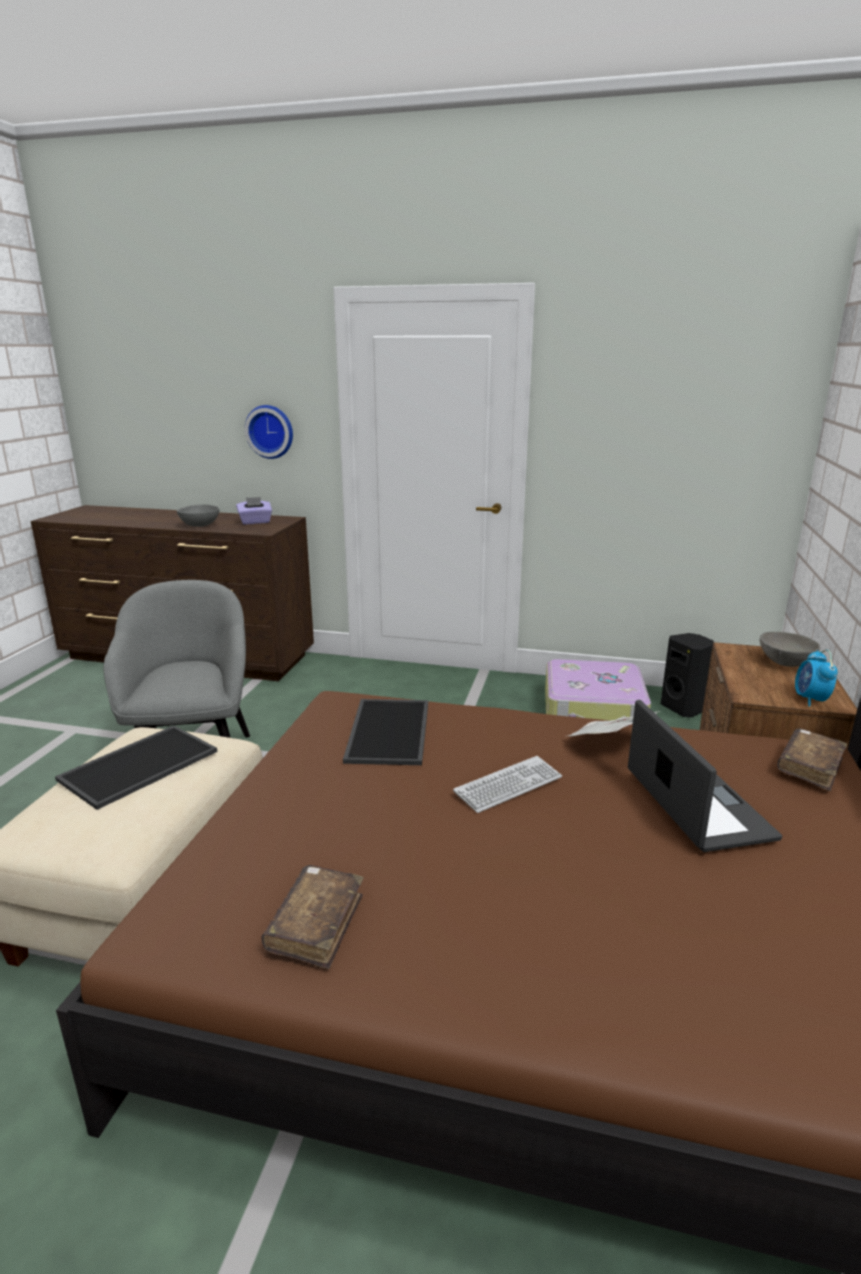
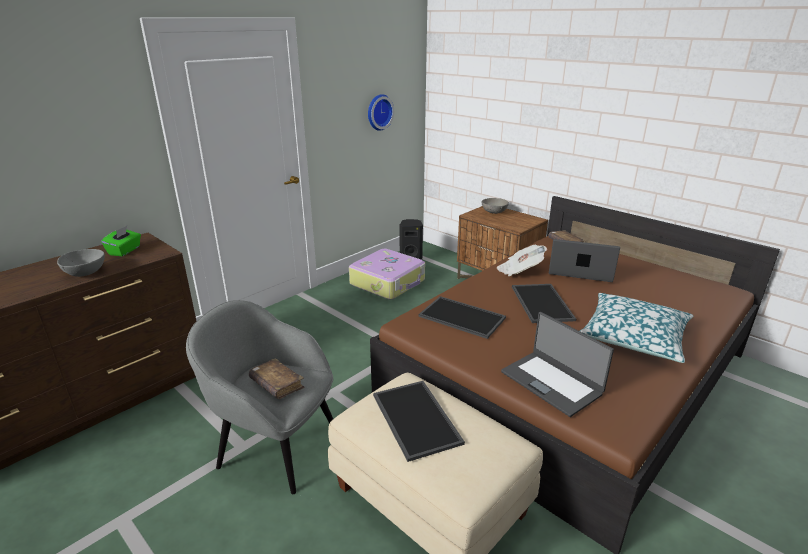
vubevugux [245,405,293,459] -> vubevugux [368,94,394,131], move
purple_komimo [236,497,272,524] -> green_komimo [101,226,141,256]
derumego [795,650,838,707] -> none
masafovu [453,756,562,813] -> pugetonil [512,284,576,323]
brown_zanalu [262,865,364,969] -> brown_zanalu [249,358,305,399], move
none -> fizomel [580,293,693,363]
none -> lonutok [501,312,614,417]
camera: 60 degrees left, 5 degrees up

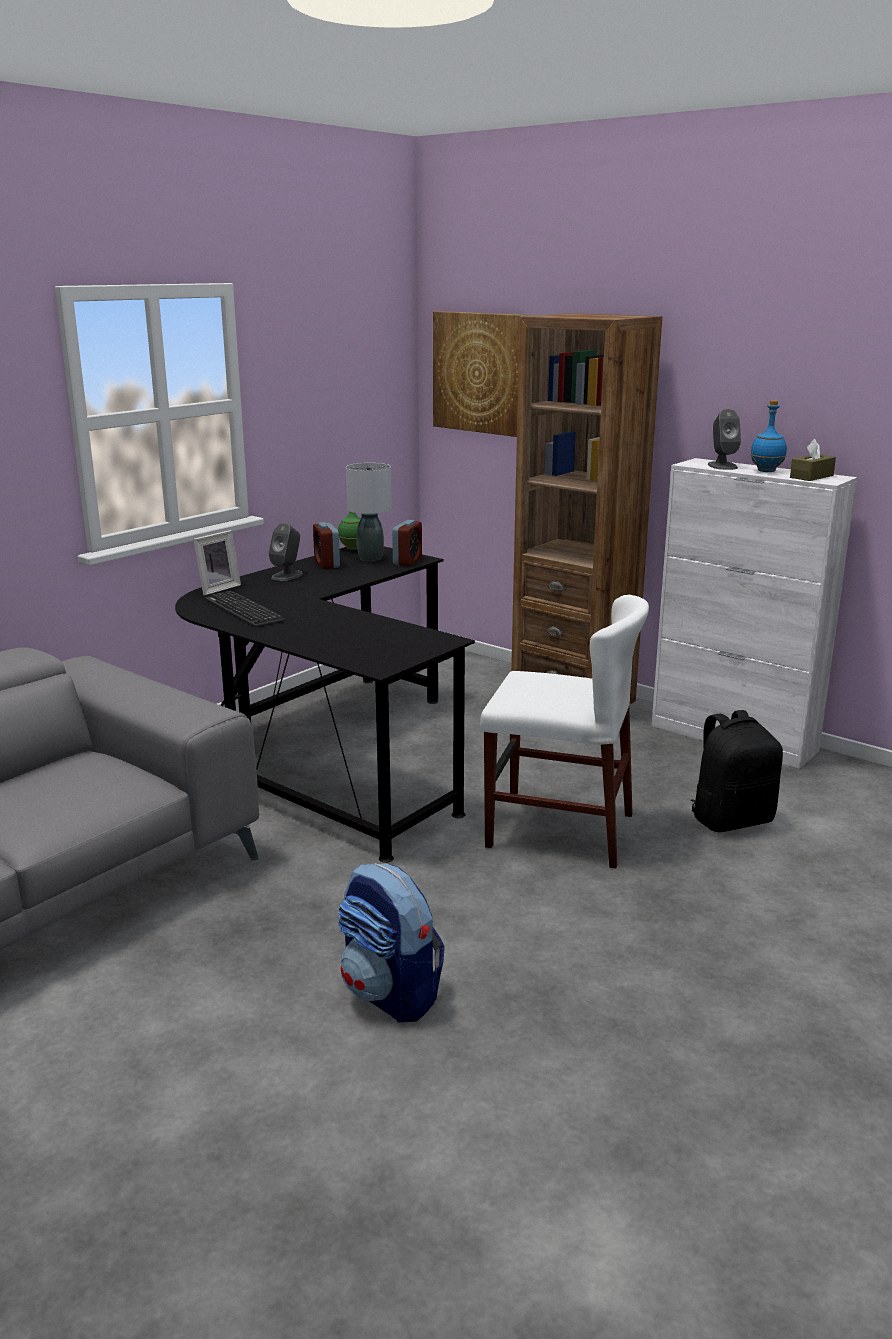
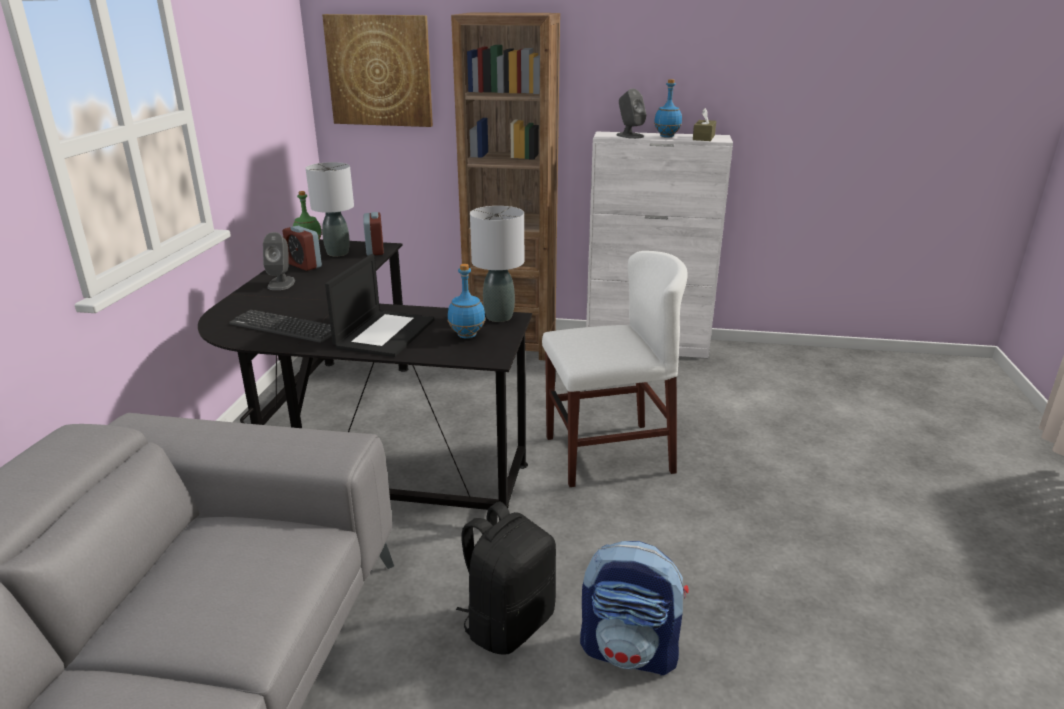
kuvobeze [193,530,241,595] -> none
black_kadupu [690,710,783,832] -> black_kadupu [456,501,556,655], move
none -> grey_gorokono [470,206,524,322]
none -> lonutok [325,254,435,357]
none -> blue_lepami [448,264,485,339]
camera: 30 degrees left, 5 degrees up

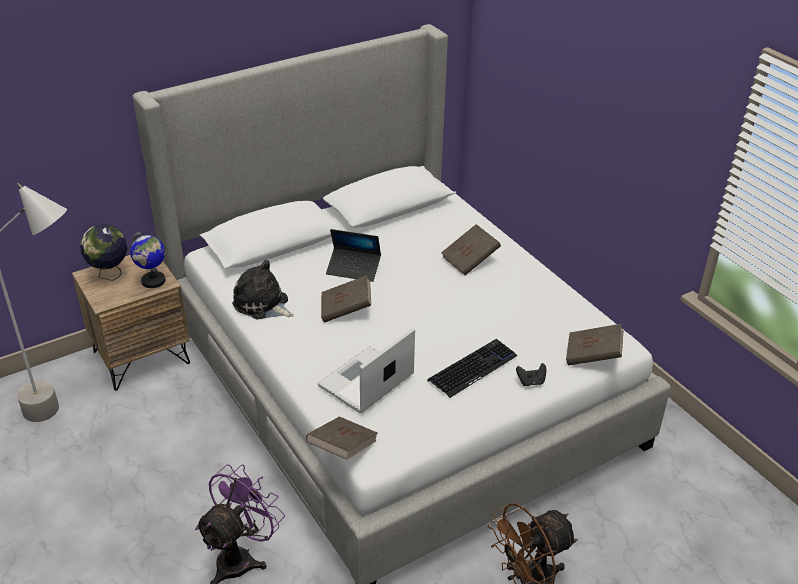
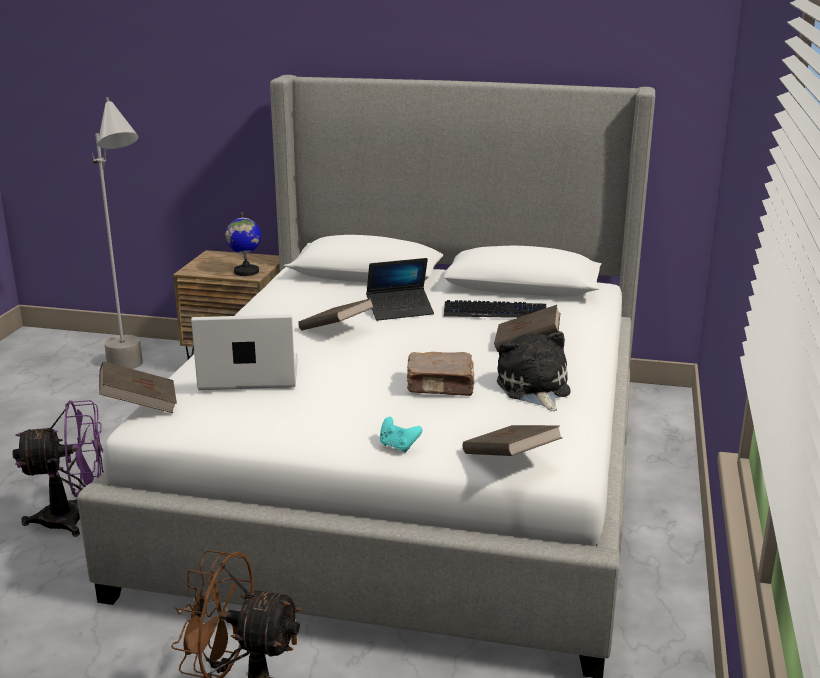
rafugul [80,224,127,281] -> none
lonutok [326,229,381,282] -> lonutok [366,258,434,321], 75 degrees counterclockwise
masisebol [232,260,294,320] -> masisebol [497,331,571,411], move
masafovu [427,339,517,398] -> masafovu [444,300,547,318], move
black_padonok [516,363,546,386] -> turquoise_padonok [380,417,422,452]
none -> brown_zanalu [407,352,475,396]
camera: 45 degrees right, 15 degrees down

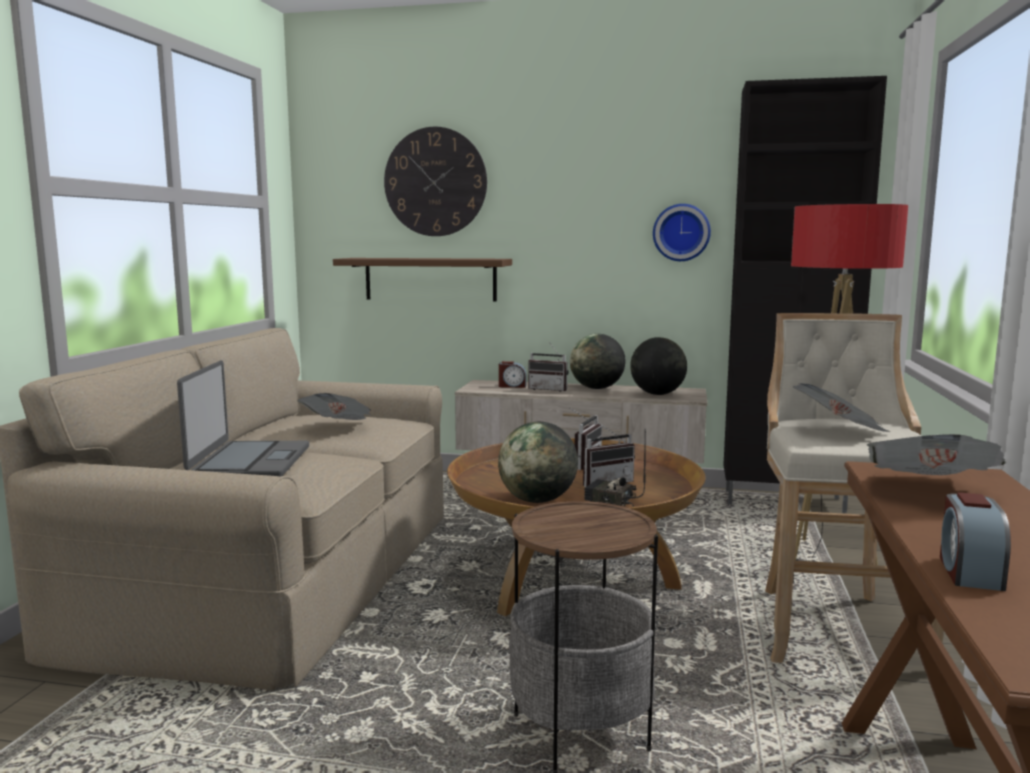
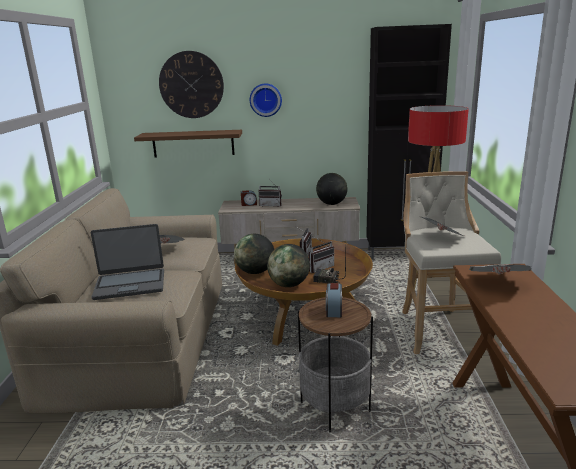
vubevugux [653,204,711,261] -> vubevugux [250,83,282,117], move
rafugul [570,334,625,389] -> rafugul [234,234,274,274], move
lonutok [177,360,309,477] -> lonutok [91,224,164,300], 90 degrees clockwise
derumego [940,492,1011,591] -> derumego [326,283,342,317], move
camera: 10 degrees left, 10 degrees up

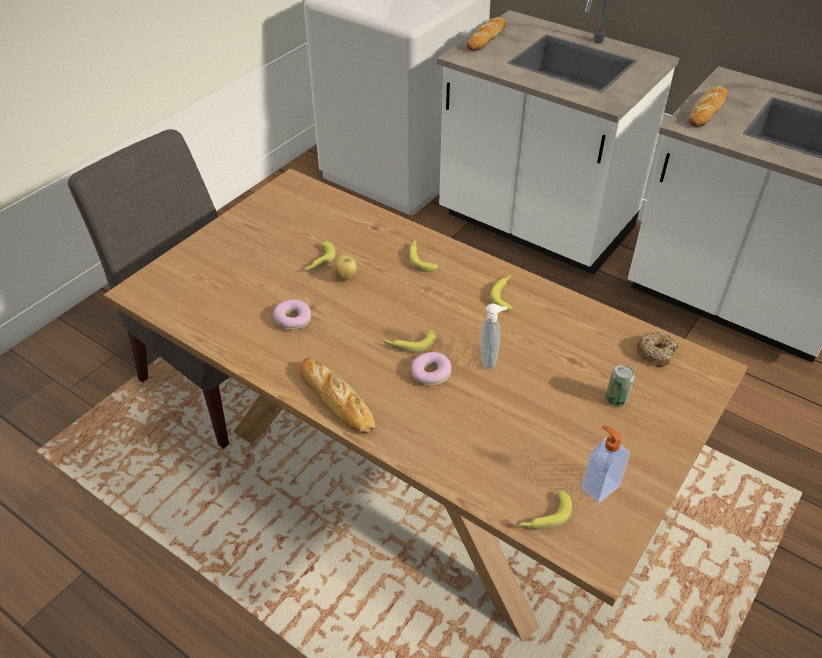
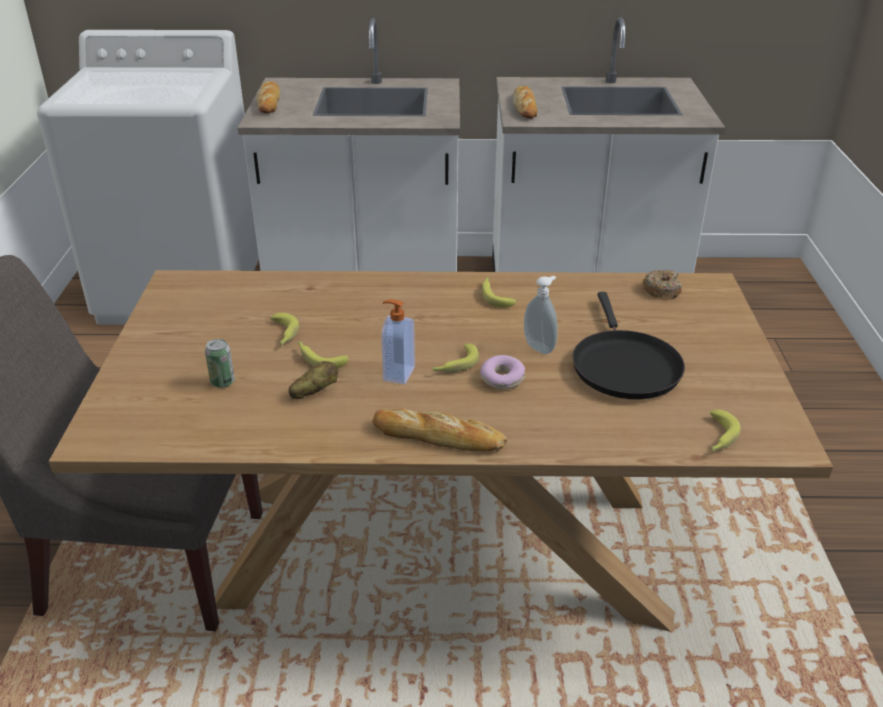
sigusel [409,240,438,272] -> sigusel [298,341,348,368], move
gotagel [333,255,357,280] -> none
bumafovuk [273,299,311,330] -> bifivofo [289,361,338,399]
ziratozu [606,365,635,406] -> ziratozu [205,339,235,388], move
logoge [581,426,630,503] -> logoge [381,300,415,385], move
none -> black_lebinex [572,292,685,399]
camera: 35 degrees left, 10 degrees down

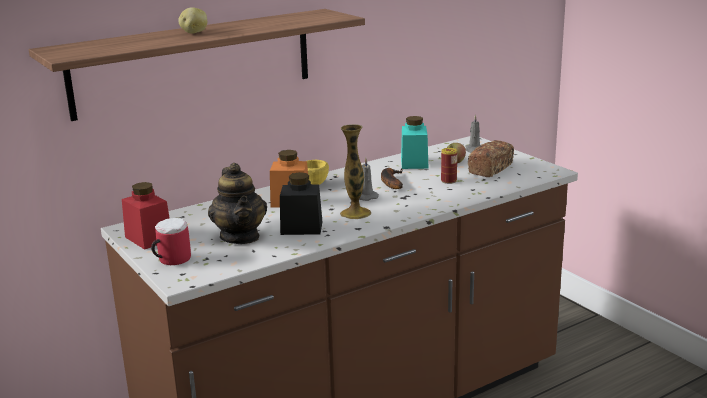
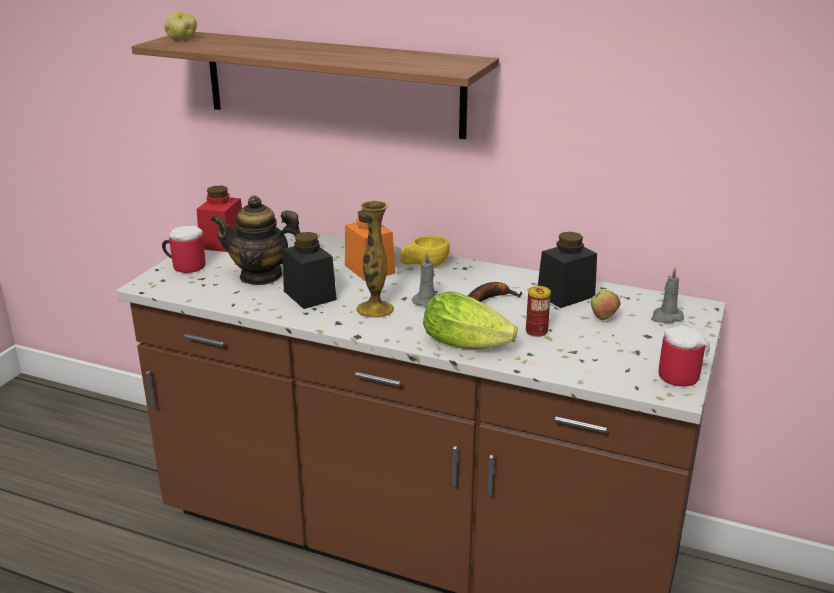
bifivofo [178,7,207,34] -> bifivofo [164,12,197,39], move
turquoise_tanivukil [401,116,429,169] -> black_tanivukil [538,232,597,308]
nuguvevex [468,140,514,177] -> none
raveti [208,163,267,244] -> raveti [211,195,301,285], 60 degrees clockwise
none -> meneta [423,291,518,349]
none -> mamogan [659,325,710,386]
camera: 55 degrees right, 5 degrees up

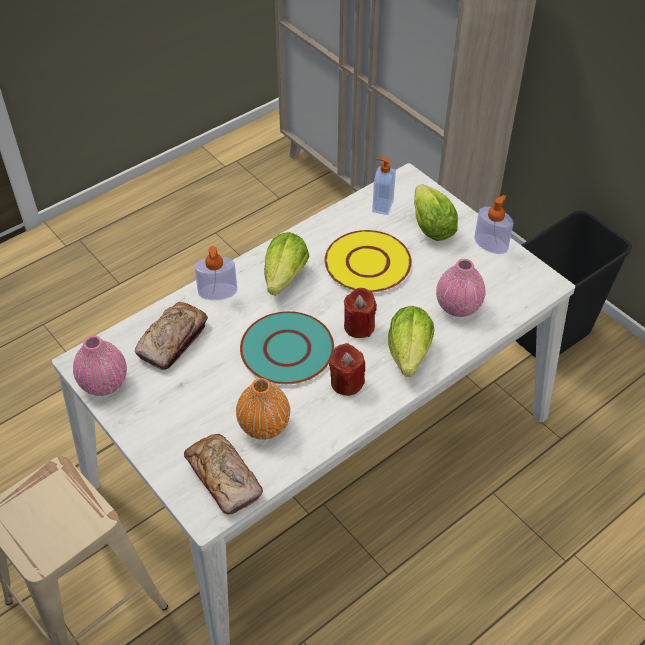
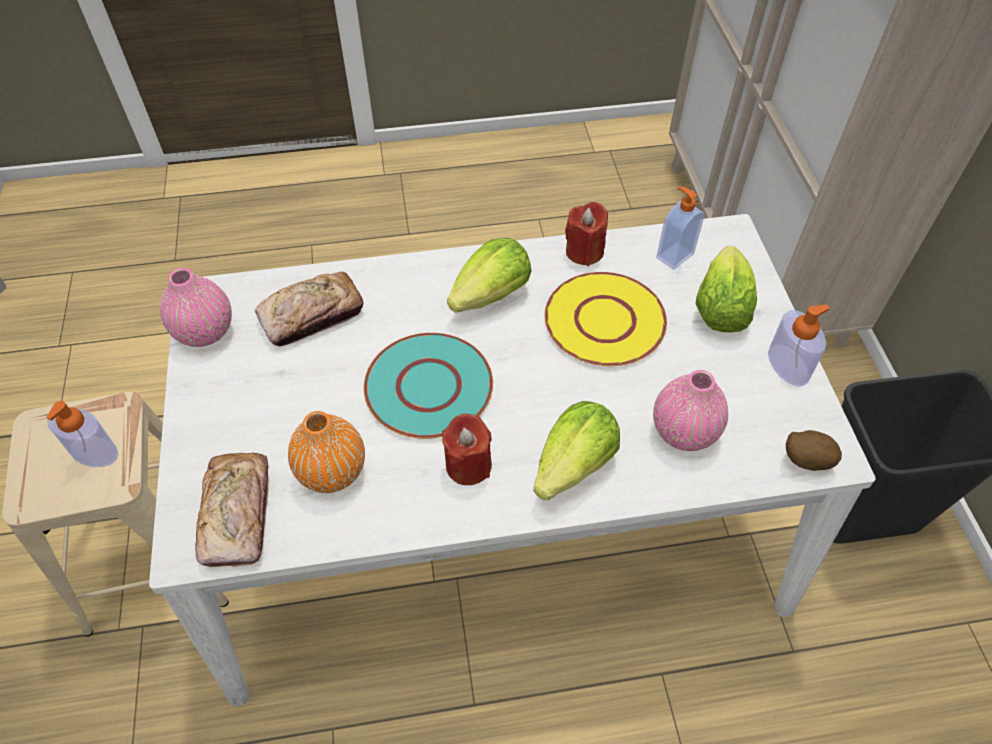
logoge [194,246,237,300] -> logoge [47,401,118,467], move
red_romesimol [344,288,377,338] -> red_romesimol [565,202,608,266], move
none -> bifivofo [786,430,842,471]
camera: 30 degrees right, 5 degrees up

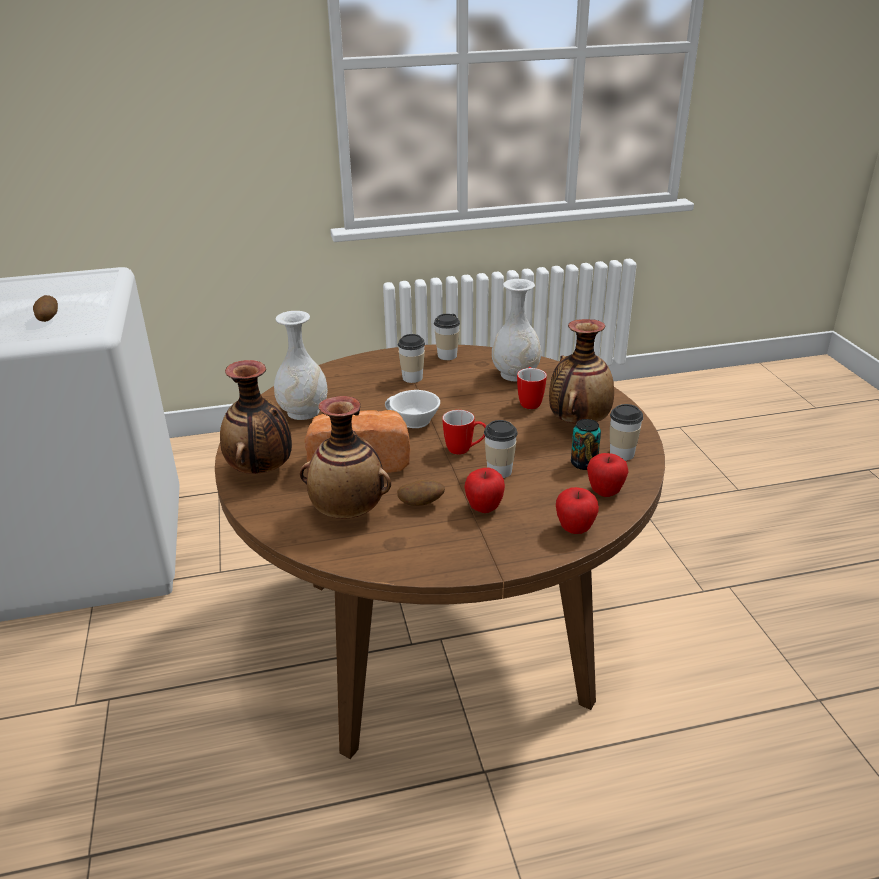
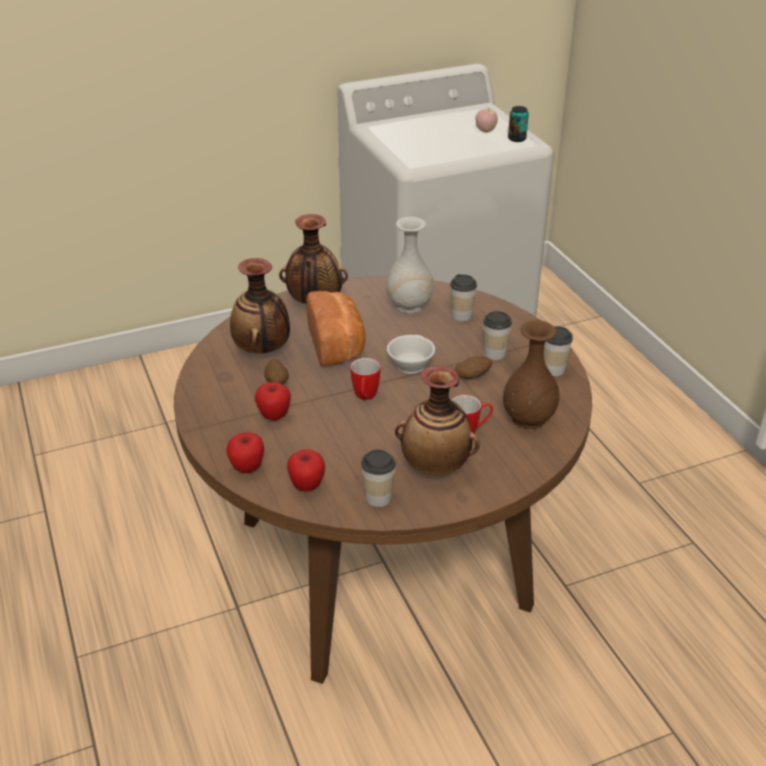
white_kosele [492,279,541,382] -> brown_kosele [503,320,559,429]
bifivofo [33,295,58,322] -> bifivofo [455,356,492,379], move
ziratozu [571,419,601,470] -> ziratozu [508,106,529,142], move
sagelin [484,420,518,478] -> sagelin [450,274,477,322], move
none -> gotagel [476,108,498,133]
camera: 80 degrees right, 5 degrees up

